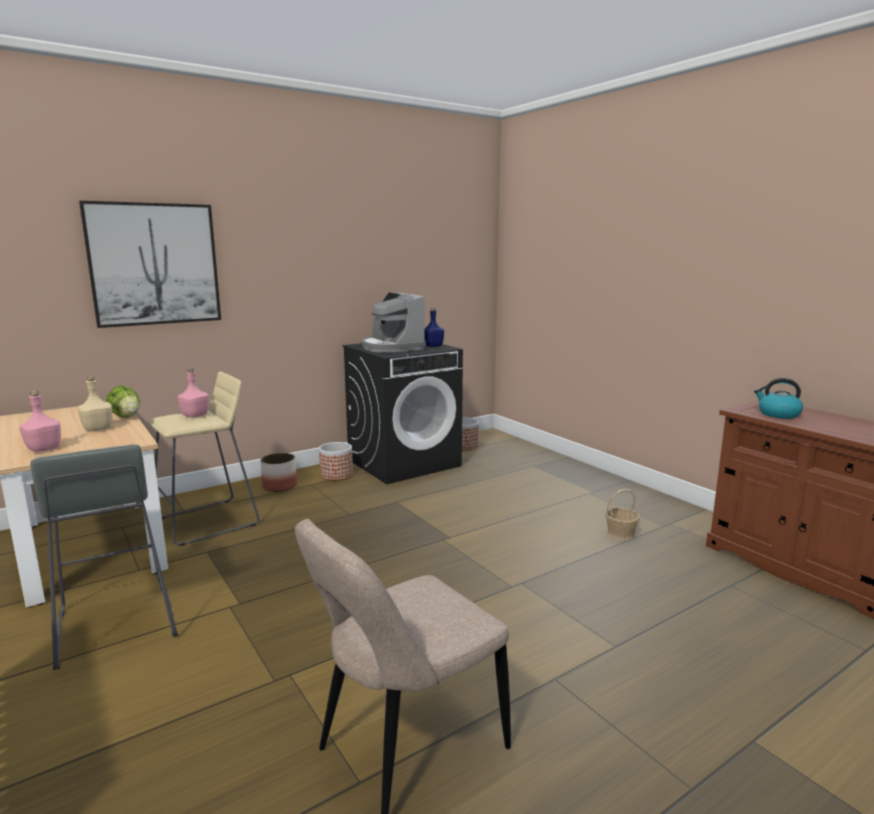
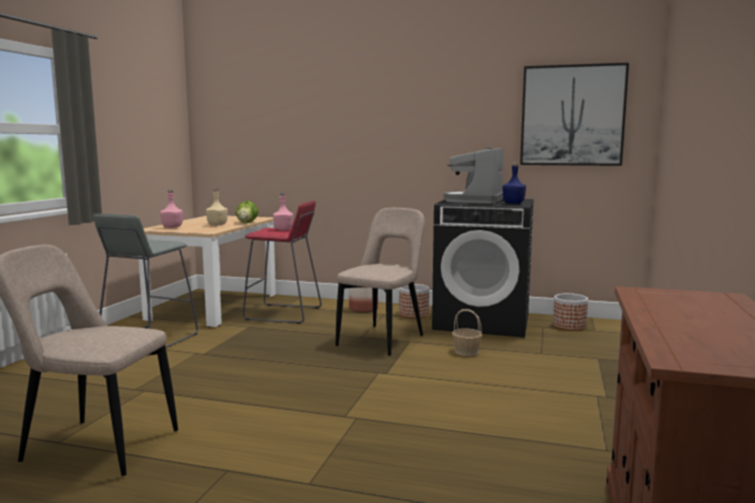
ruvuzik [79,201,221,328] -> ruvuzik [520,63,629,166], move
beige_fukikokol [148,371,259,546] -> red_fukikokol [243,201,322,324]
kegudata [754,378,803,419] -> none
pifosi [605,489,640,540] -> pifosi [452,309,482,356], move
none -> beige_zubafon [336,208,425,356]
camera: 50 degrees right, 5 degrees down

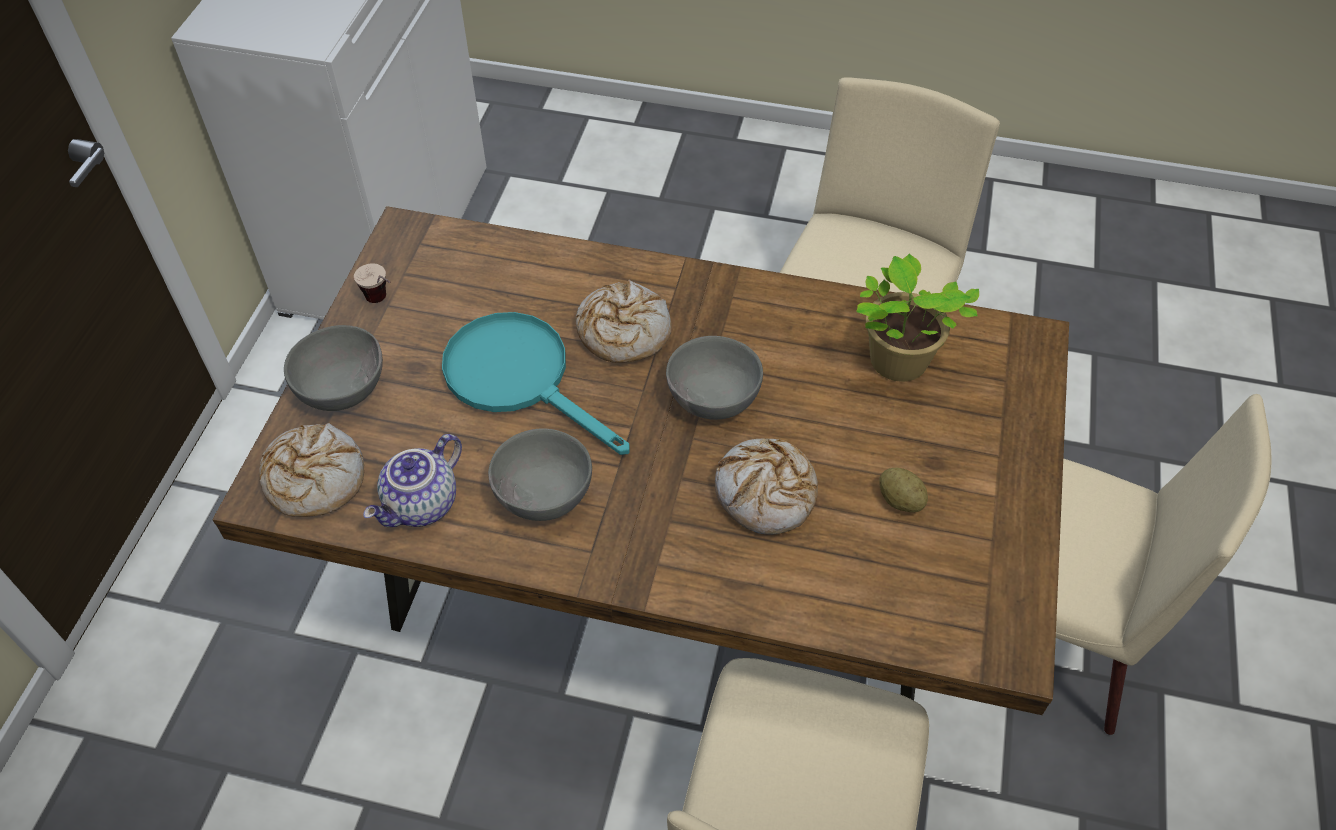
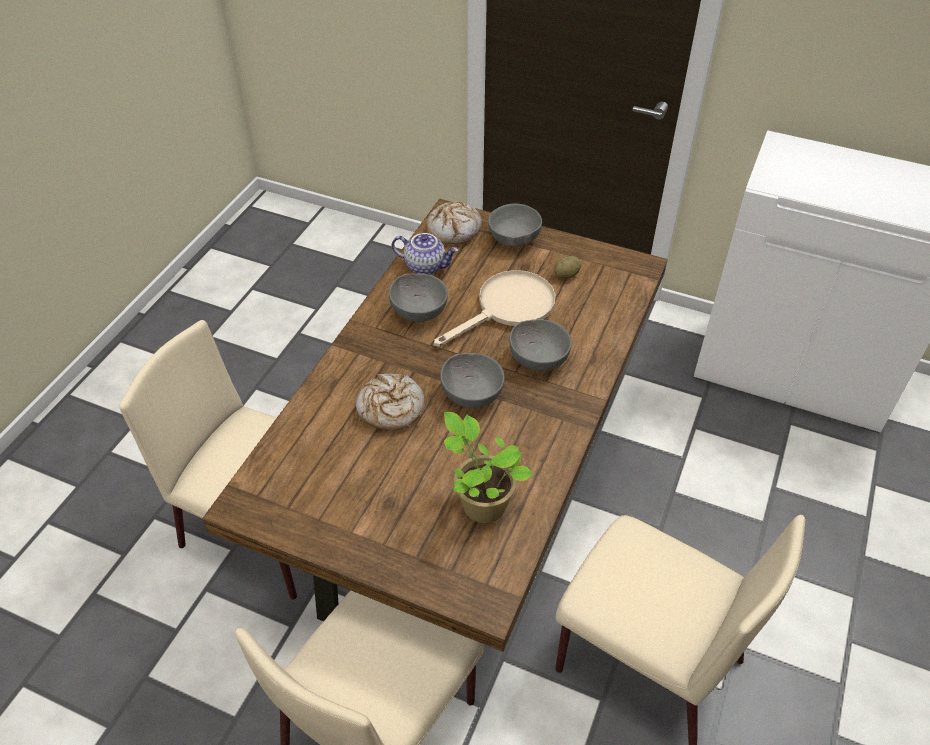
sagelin [354,263,390,303] -> none
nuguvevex [575,280,672,363] -> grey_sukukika [509,319,572,371]
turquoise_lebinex [442,312,629,455] -> beige_lebinex [434,270,555,347]
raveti [363,434,462,527] -> raveti [392,233,458,275], 150 degrees clockwise
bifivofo [879,467,928,512] -> bifivofo [554,256,581,279], move
camera: 100 degrees right, 5 degrees down

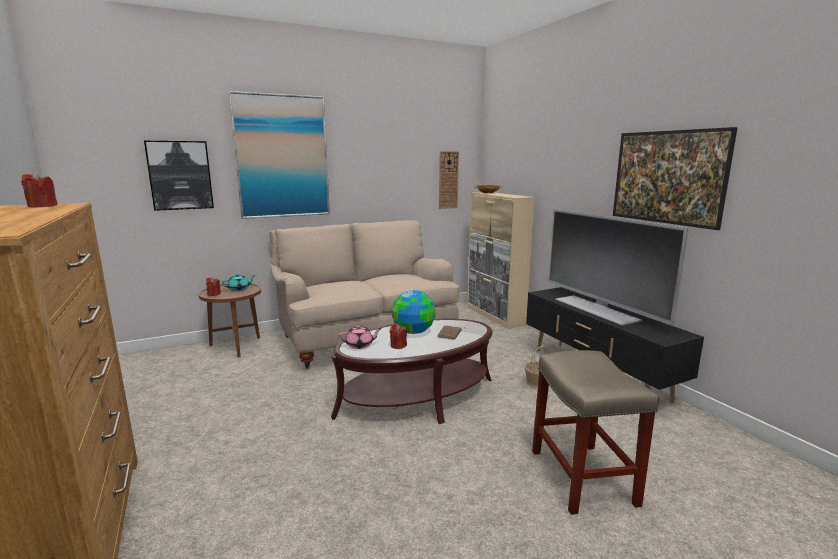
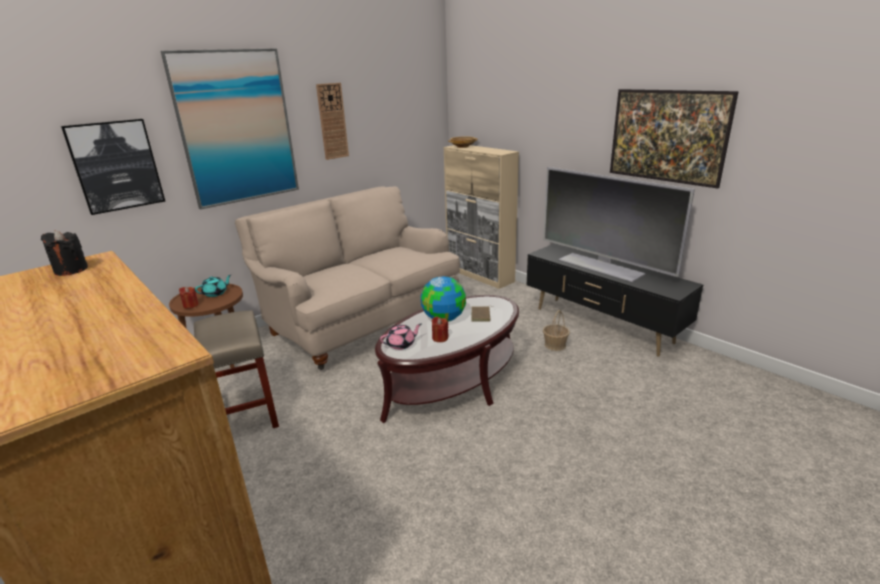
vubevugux [439,151,459,209] -> vubevugux [316,83,349,160], move
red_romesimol [21,171,58,208] -> black_romesimol [41,230,88,276]
beige_fukikokol [532,350,659,515] -> beige_fukikokol [194,310,279,428], move
camera: 15 degrees left, 10 degrees up

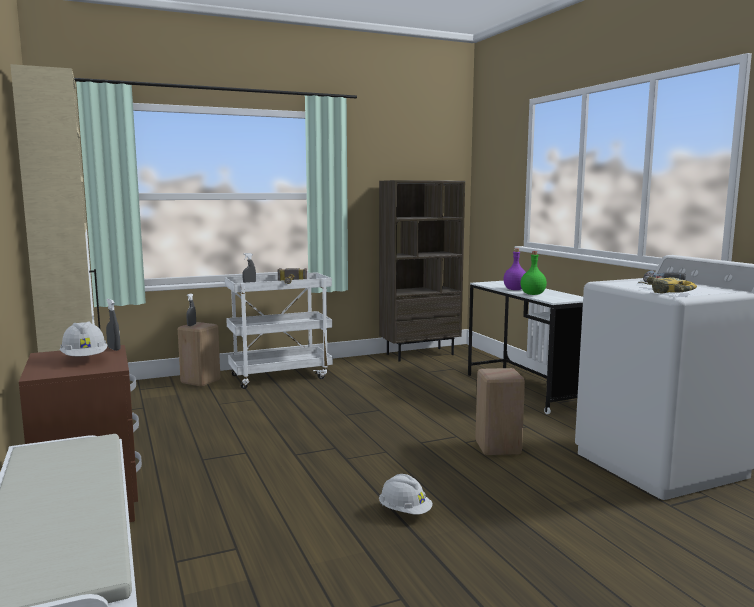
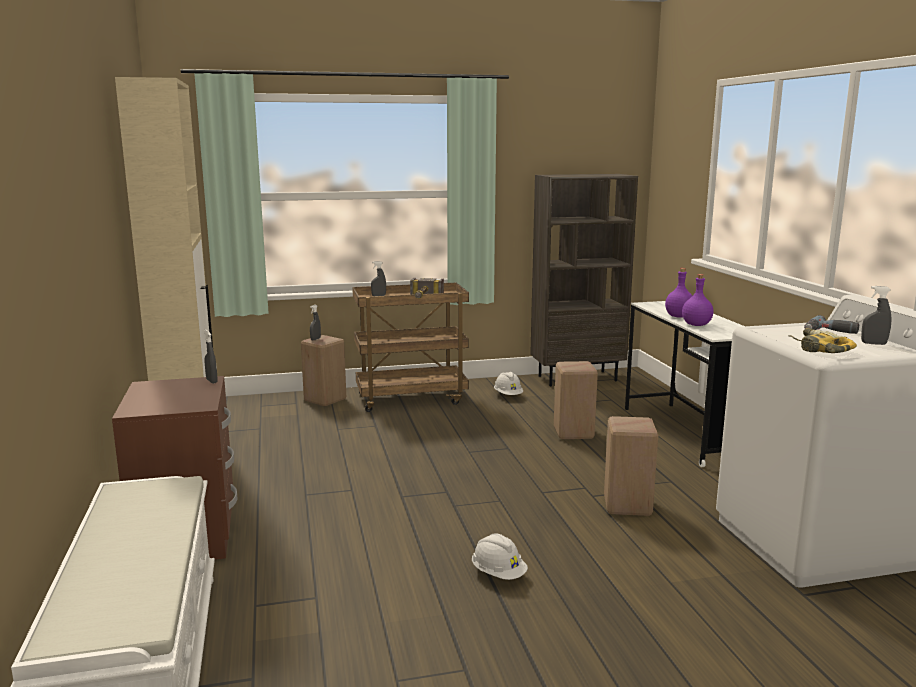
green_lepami [521,251,547,295] -> purple_lepami [682,274,713,326]
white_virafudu [225,272,333,389] -> brown_virafudu [352,283,469,412]
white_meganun [60,321,107,356] -> white_meganun [494,372,523,395], move
none -> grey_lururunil [861,286,891,345]
none -> beige_fukikokol [554,361,598,439]
camera: 10 degrees right, 5 degrees up

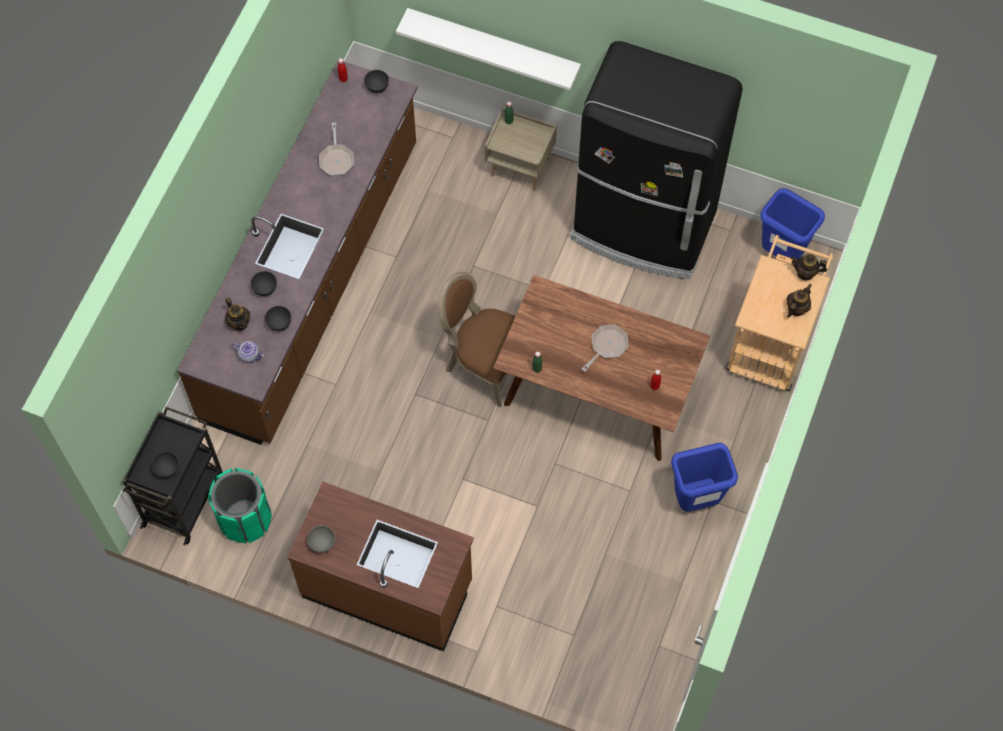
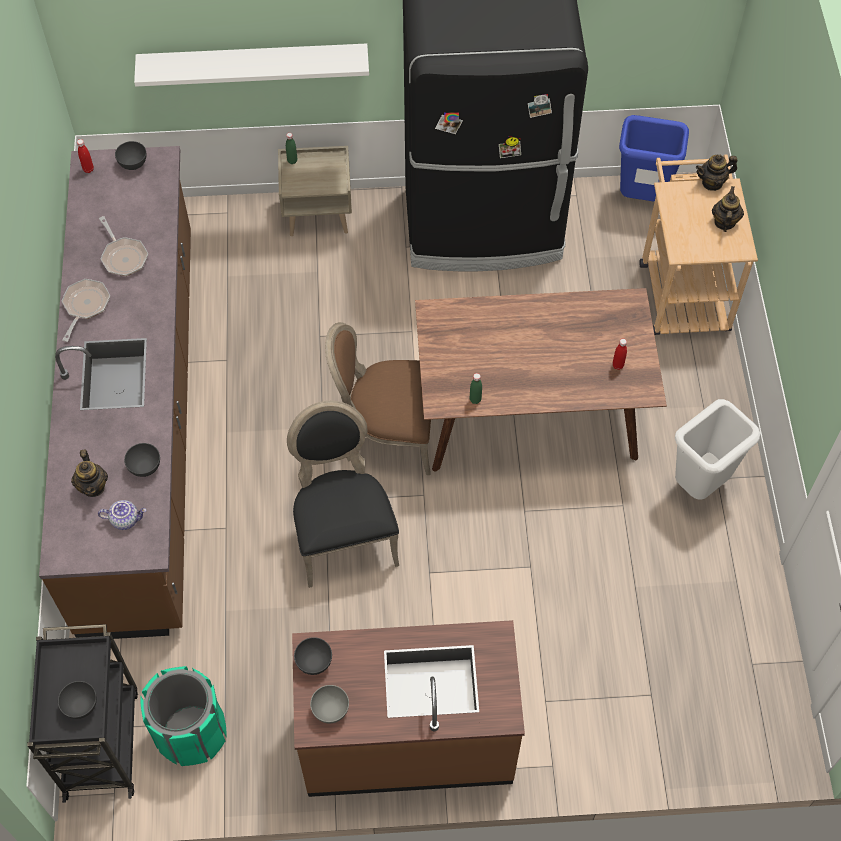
grey_sukukika [251,271,277,296] -> grey_sukukika [294,637,332,675], move
raveti [225,298,250,331] -> raveti [71,450,108,497], 45 degrees clockwise
lebinex [582,325,629,372] -> lebinex [62,279,110,342], move
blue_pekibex [671,443,738,512] -> white_pekibex [675,399,760,500]
none -> black_zubafon [287,401,399,588]
camera: 25 degrees left, 5 degrees down

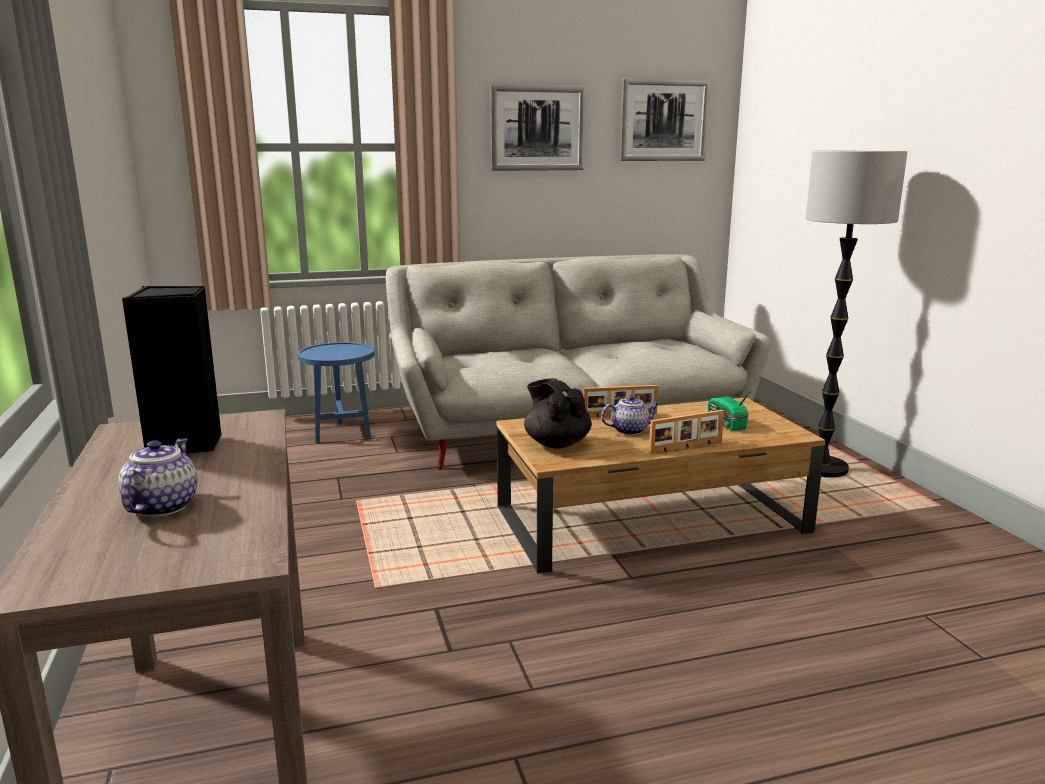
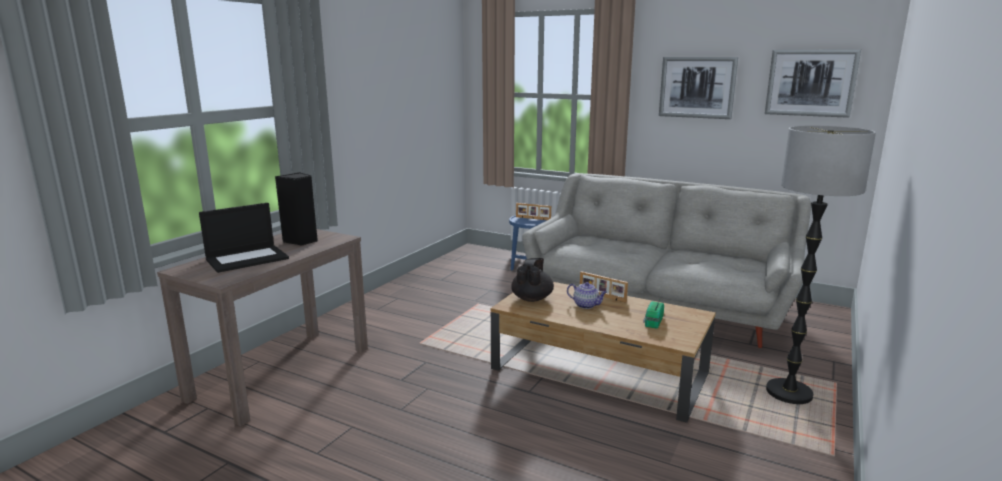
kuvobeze [649,410,724,454] -> kuvobeze [516,203,551,220], move
raveti [118,438,197,517] -> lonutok [199,203,289,273]
camera: 45 degrees right, 0 degrees up

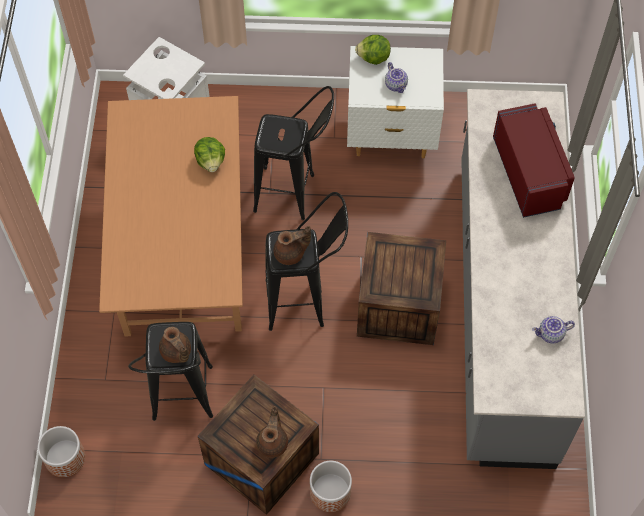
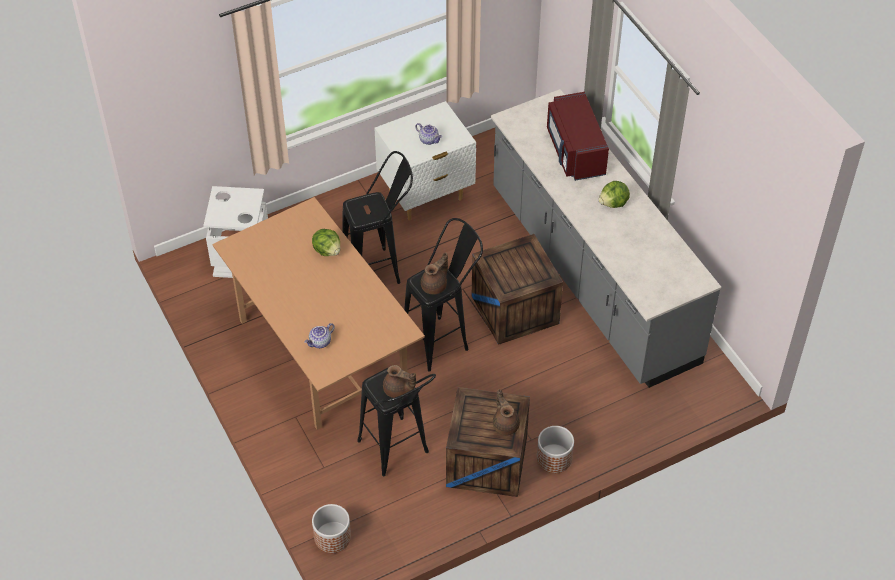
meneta [355,35,391,65] -> meneta [598,181,630,208], move
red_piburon [493,103,575,218] -> red_piburon [547,92,609,181], 150 degrees counterclockwise
raveti [532,316,575,343] -> raveti [304,323,335,348], move
camera: 30 degrees left, 10 degrees down

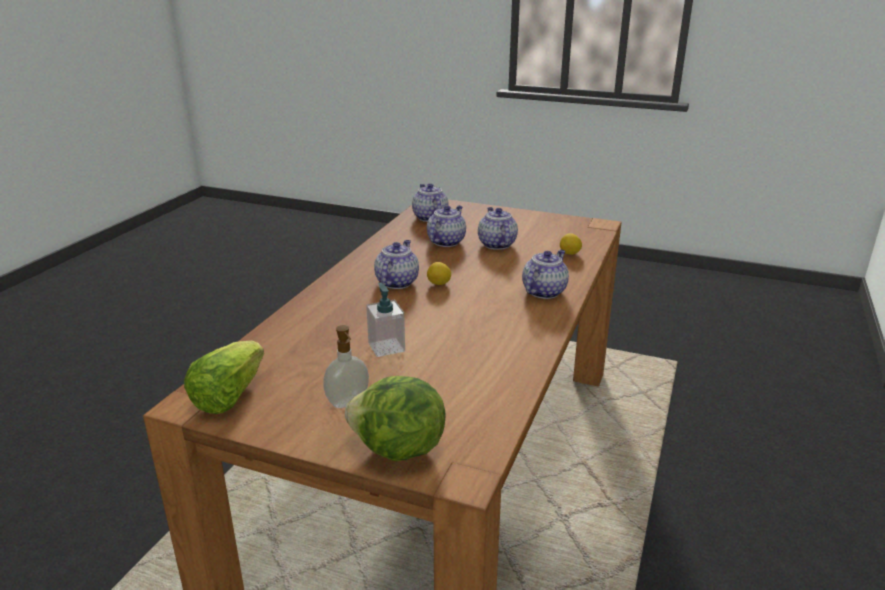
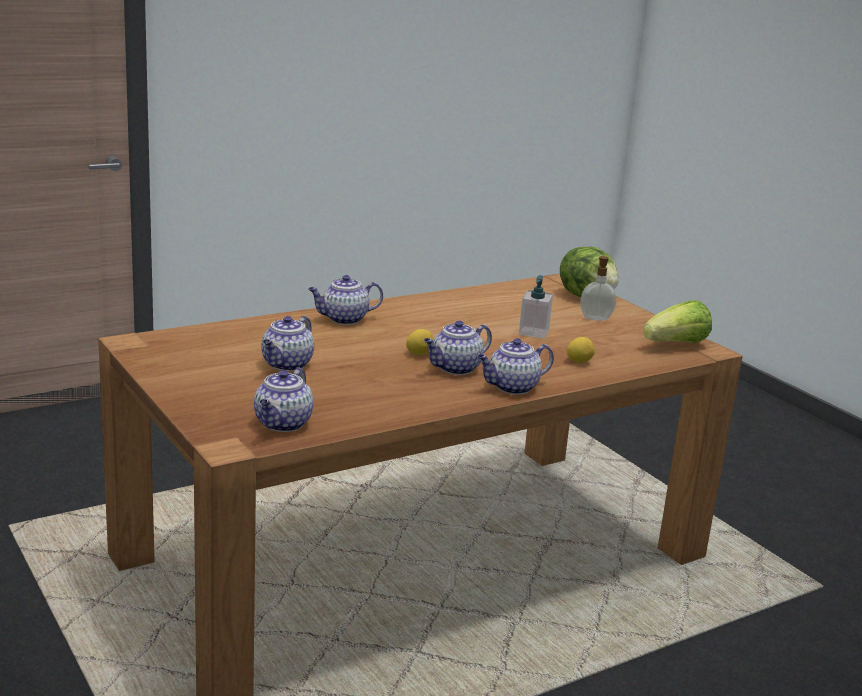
raveti [427,205,466,247] -> raveti [477,338,554,395], move
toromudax [560,233,582,255] -> toromudax [567,337,595,363], move
camera: 145 degrees left, 5 degrees down

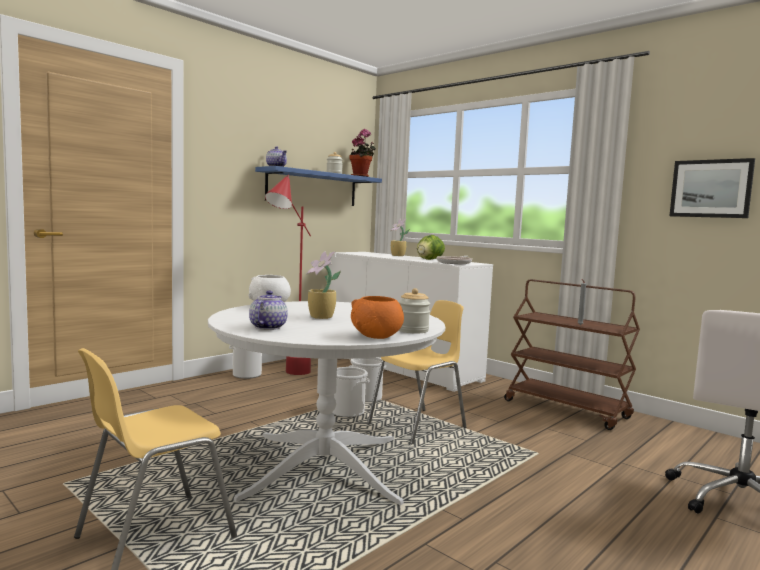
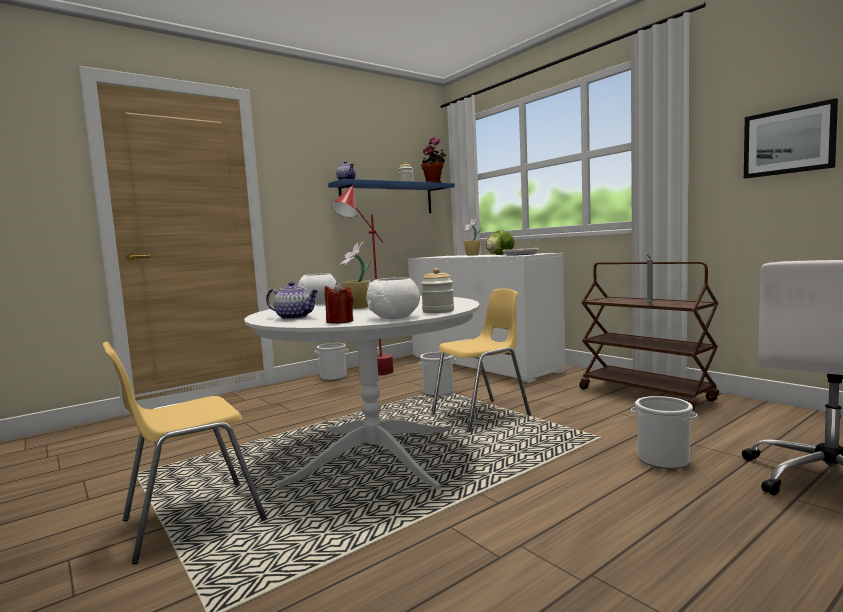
raveti [249,291,288,330] -> raveti [266,282,319,320], 90 degrees clockwise
orange_sukukika [351,296,404,339] -> white_sukukika [366,277,420,319]
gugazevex [332,367,370,417] -> gugazevex [631,396,697,469], move
none -> red_romesimol [325,282,353,324]
camera: 10 degrees right, 0 degrees up

